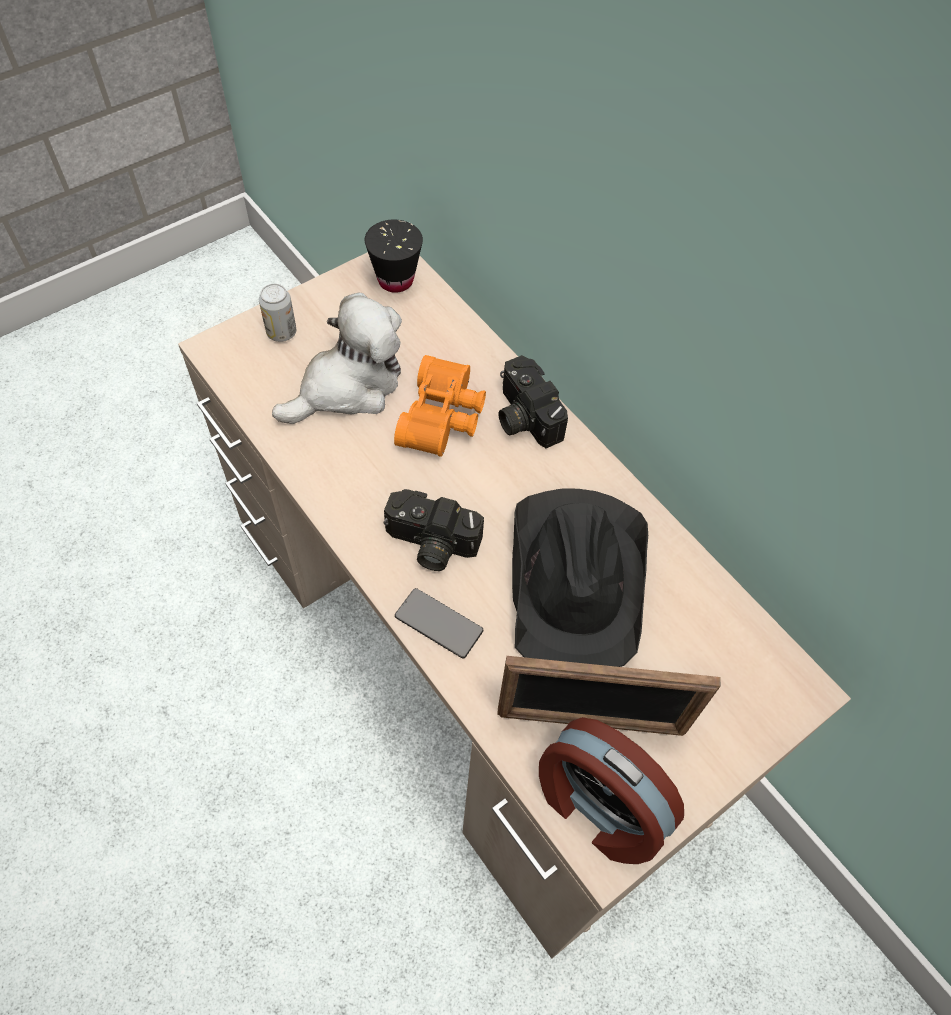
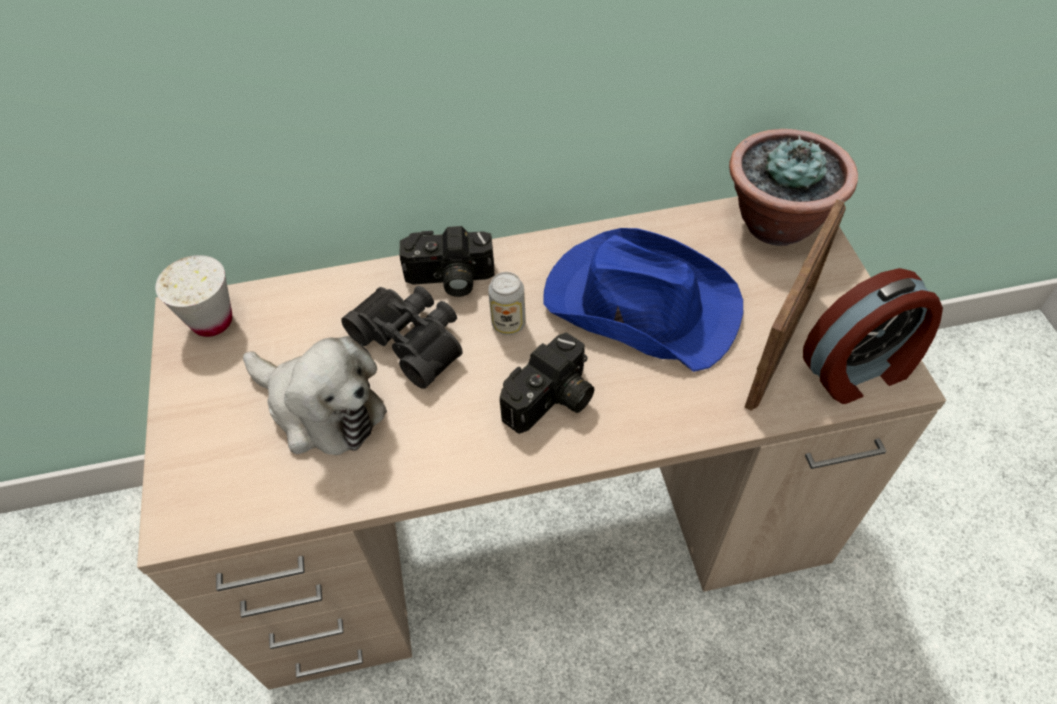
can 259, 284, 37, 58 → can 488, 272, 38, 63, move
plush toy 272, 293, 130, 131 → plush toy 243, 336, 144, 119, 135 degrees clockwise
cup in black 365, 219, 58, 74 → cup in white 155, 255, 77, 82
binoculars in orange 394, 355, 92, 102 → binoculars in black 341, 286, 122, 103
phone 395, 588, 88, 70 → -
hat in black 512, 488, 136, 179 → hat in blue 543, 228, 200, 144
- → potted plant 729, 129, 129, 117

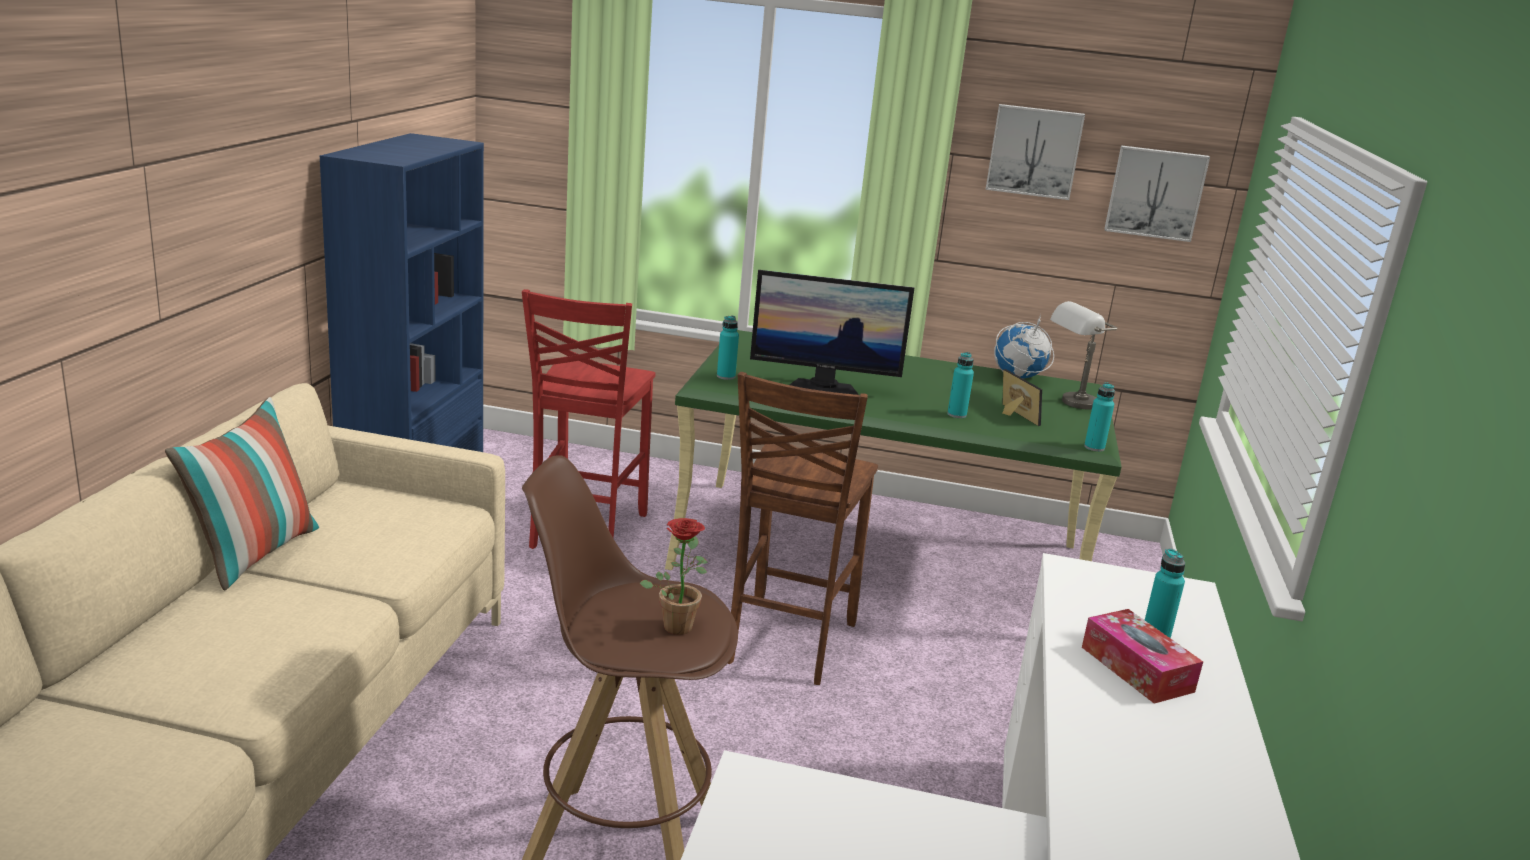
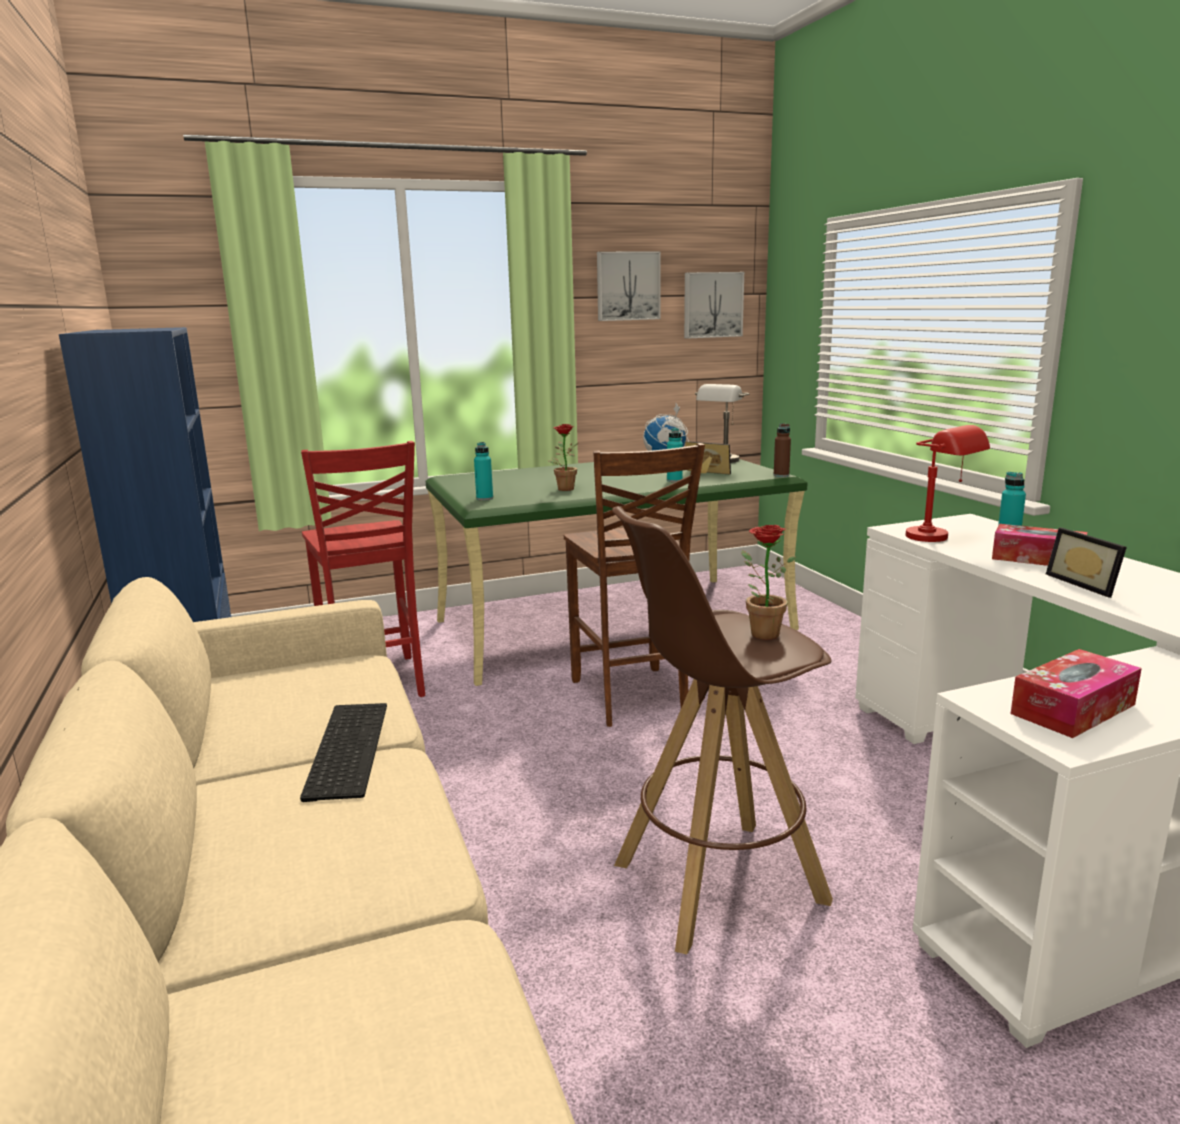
pillow 165, 397, 154, 194 → -
monitor 750, 270, 164, 125 → potted plant 548, 424, 31, 67
bottle in turquoise 1084, 382, 31, 70 → bottle in brown 774, 423, 17, 54
- → keyboard 300, 703, 87, 99
- → table lamp in red 906, 425, 84, 117
- → tissue box 1011, 649, 131, 89
- → picture frame 1046, 527, 81, 71

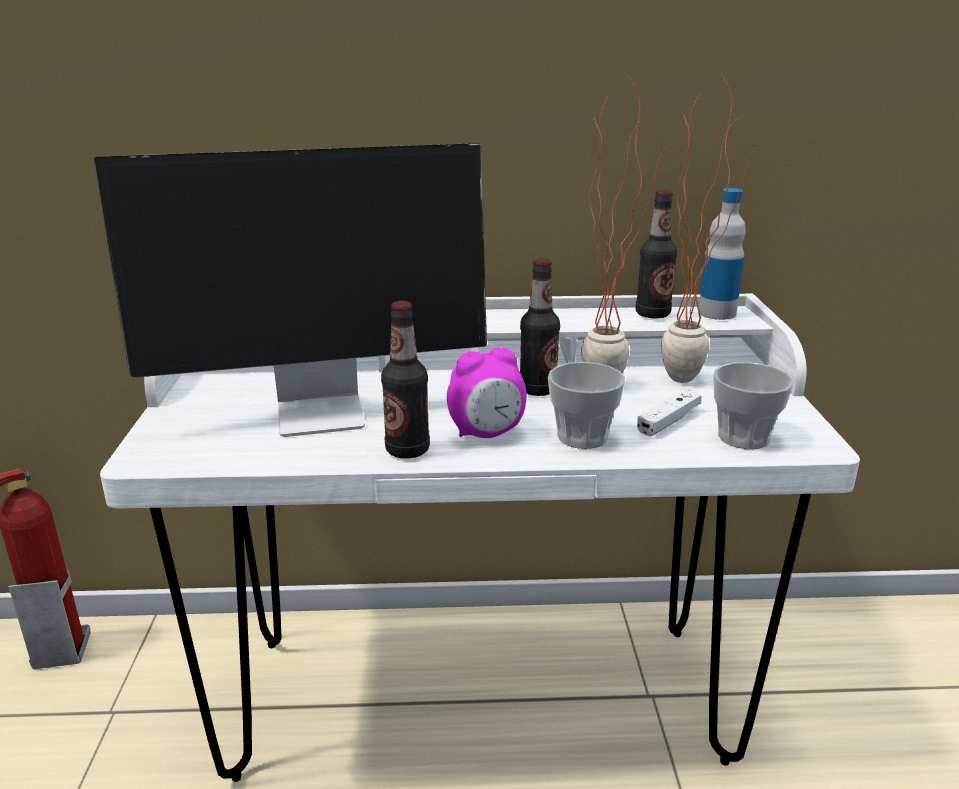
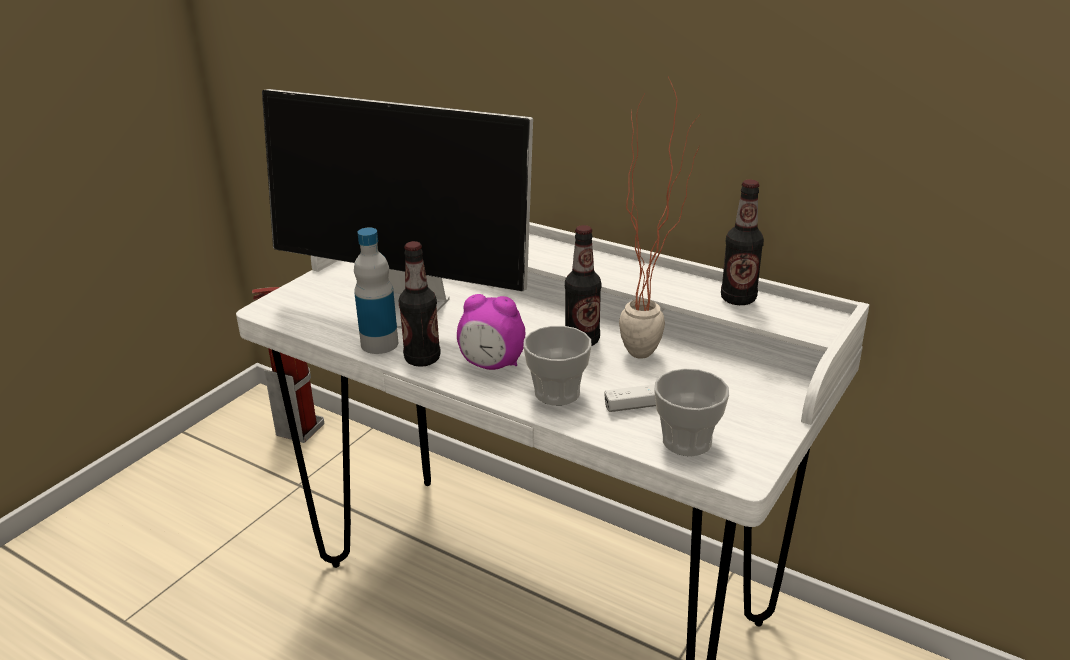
potted plant 661, 75, 98, 308 → -
bottle 699, 188, 47, 132 → bottle 354, 227, 44, 127, move

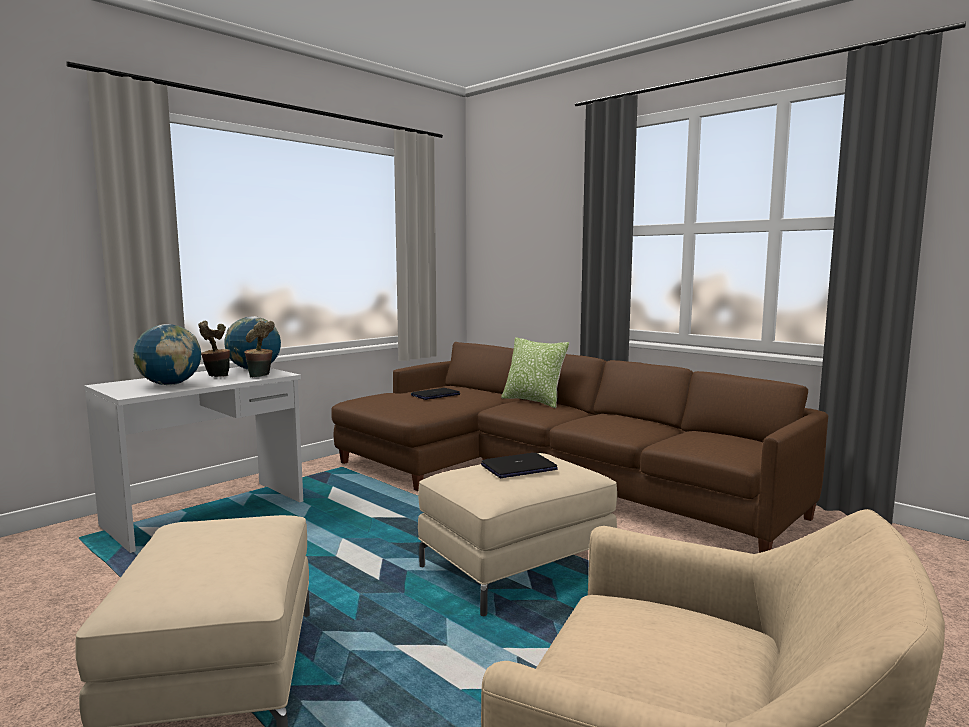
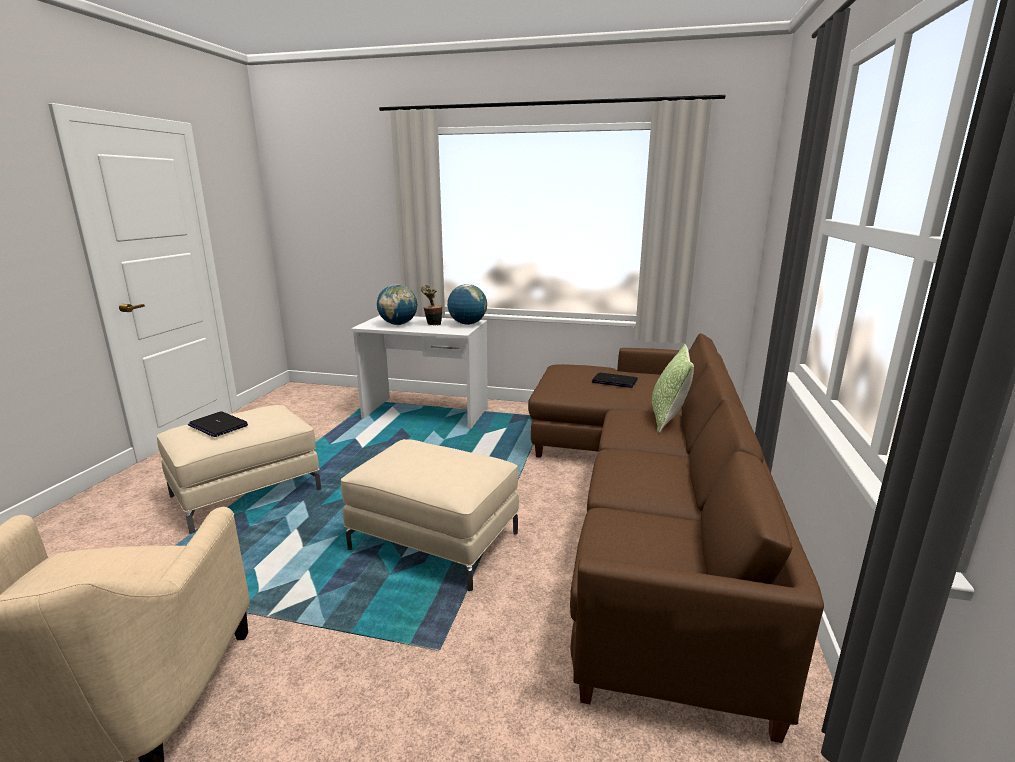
potted plant 244, 321, 31, 56 → -
laptop 481, 453, 77, 25 → laptop 188, 411, 60, 26, move

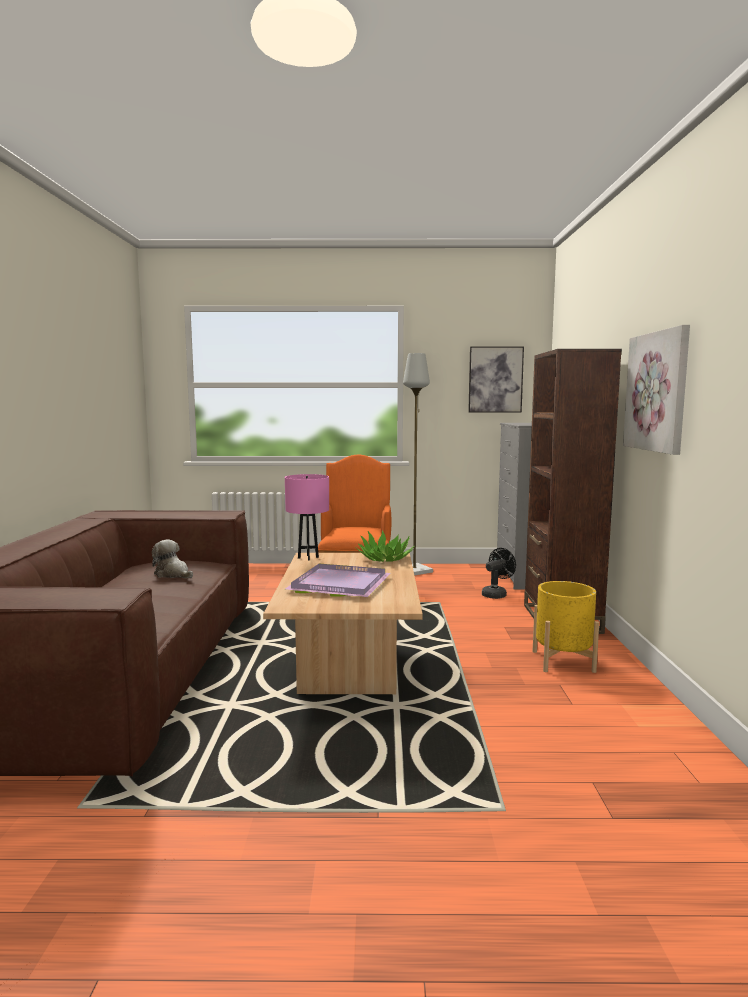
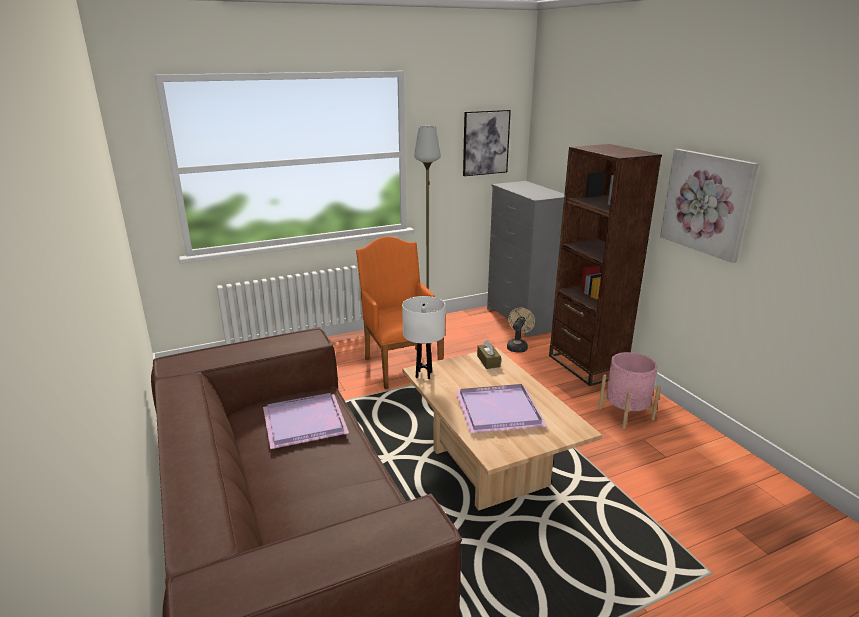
plush toy 152, 539, 41, 39 → tray in purple 263, 393, 86, 56
table lamp in pink 285, 474, 44, 87 → table lamp in white 402, 296, 43, 83
potted plant 355, 530, 60, 32 → tissue box in brown 477, 340, 24, 29
fan in black 482, 548, 34, 51 → fan in beige 507, 307, 28, 46
planter in yellow 533, 581, 66, 92 → planter in pink 598, 352, 63, 77

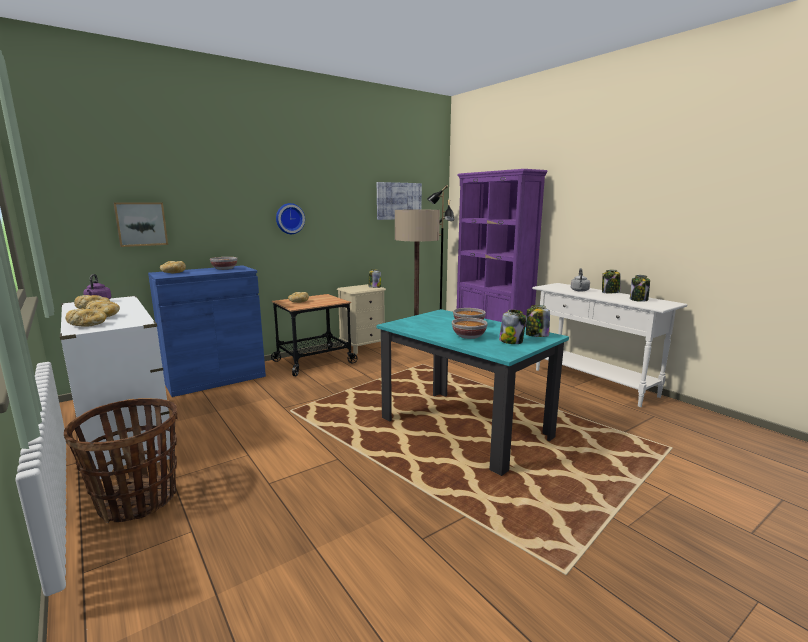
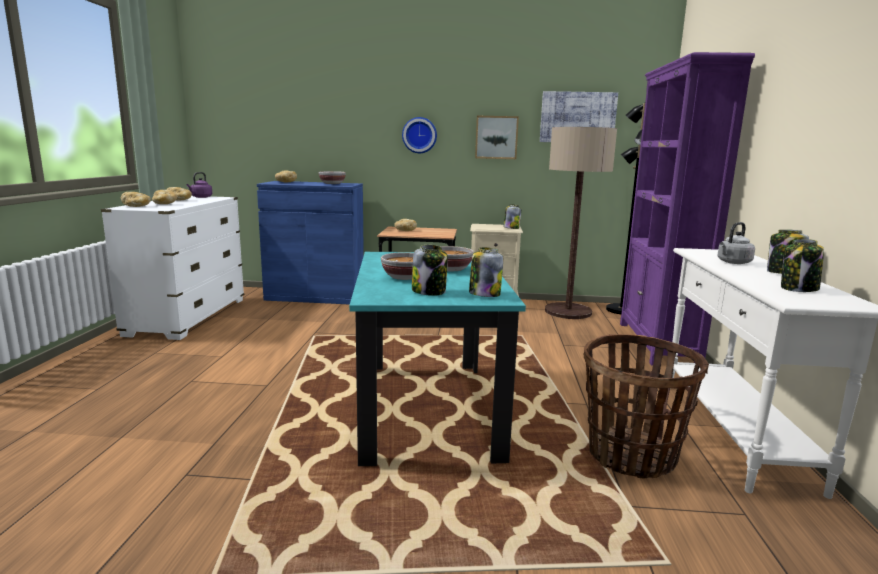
basket 64, 398, 114, 125 → basket 584, 334, 125, 145, move
picture 113, 203, 55, 44 → picture 475, 116, 44, 43, move

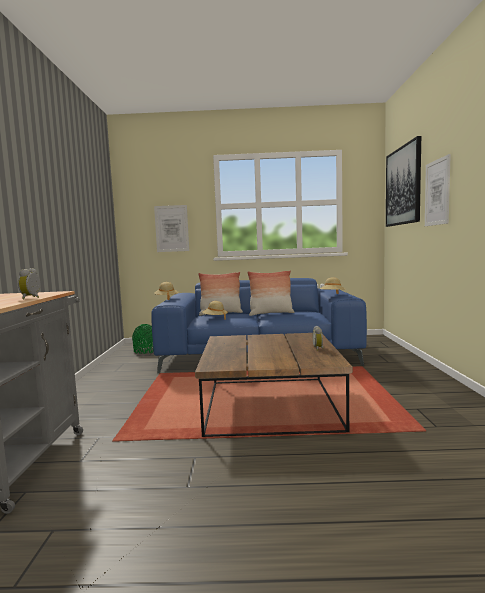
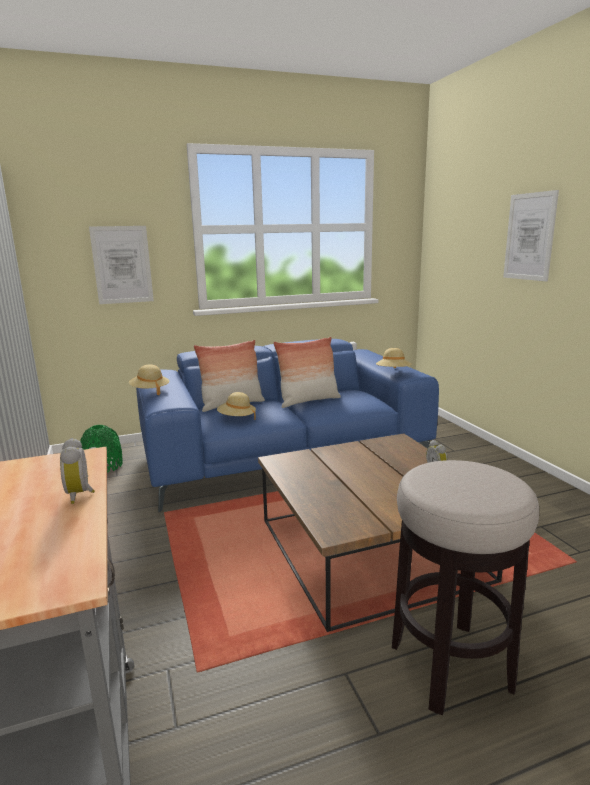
picture 386, 136, 35, 91 → -
- → stool 392, 460, 147, 255

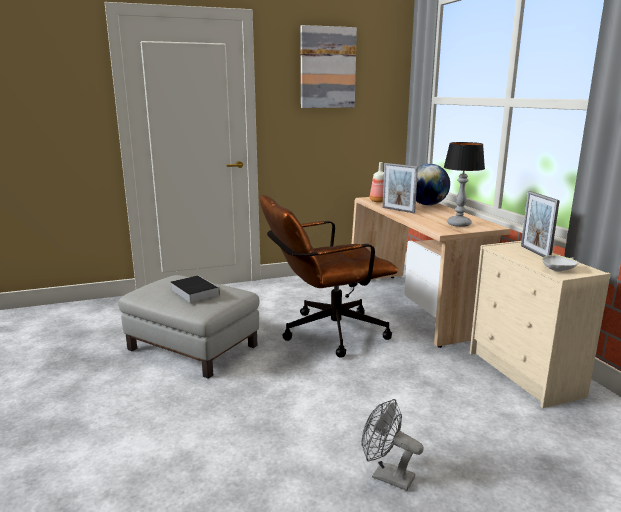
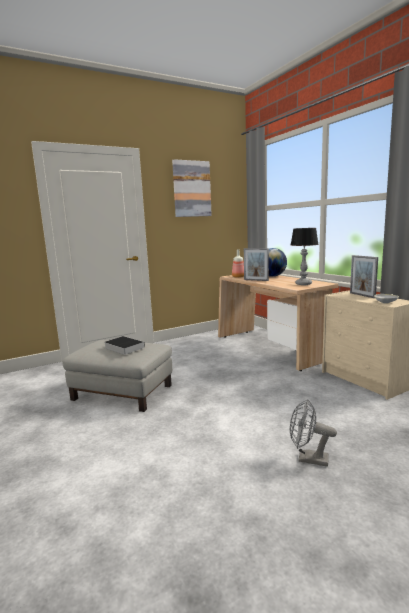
office chair in brown 260, 195, 138, 163 → -

